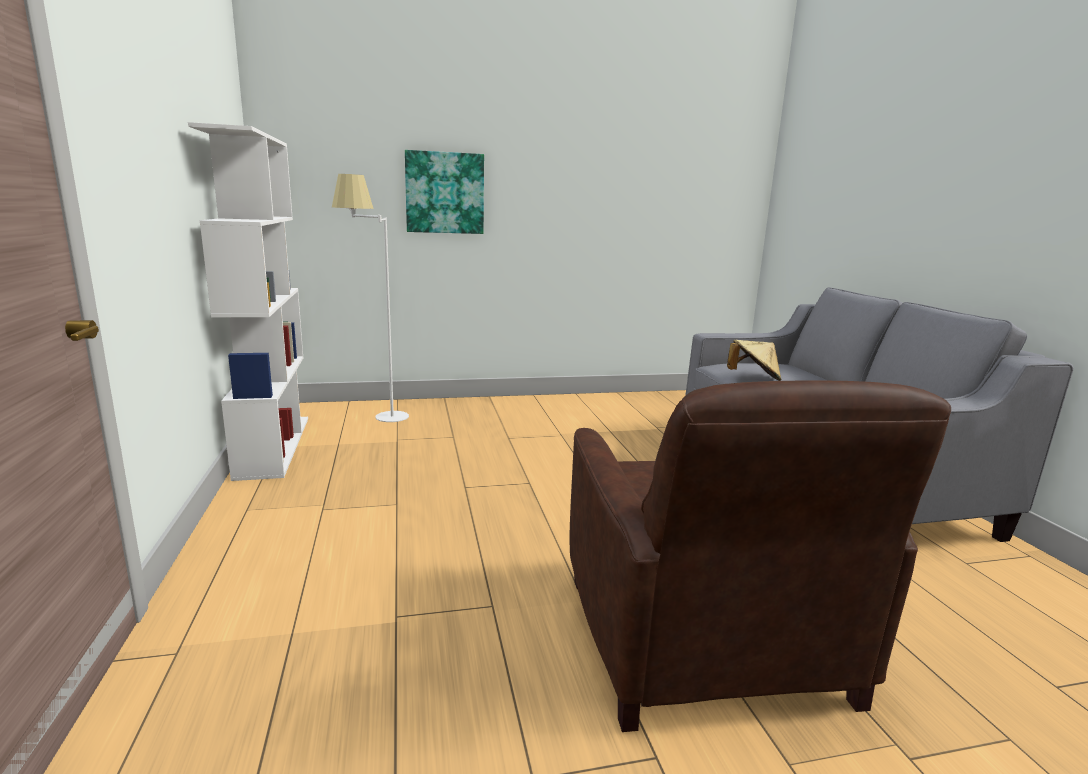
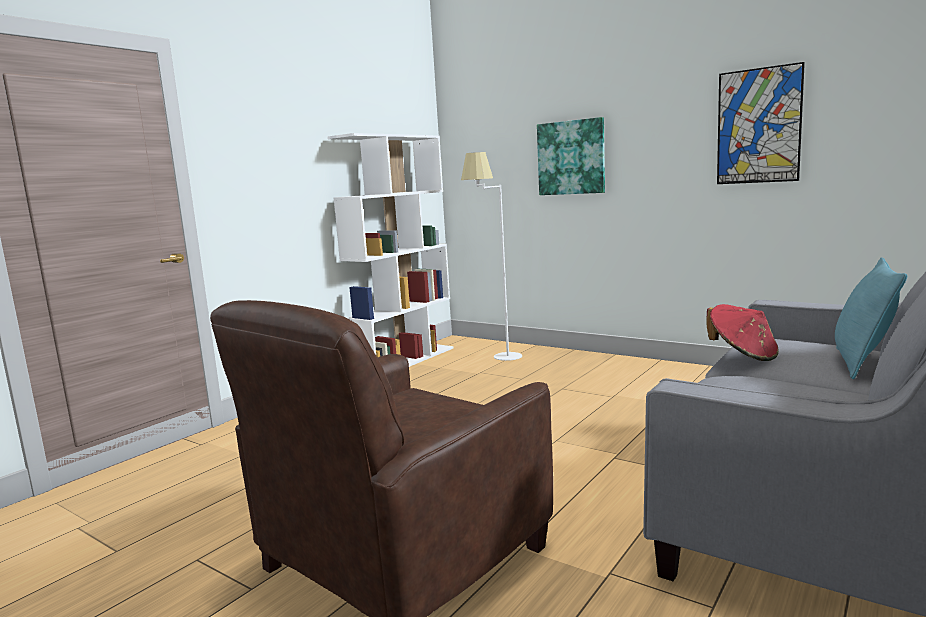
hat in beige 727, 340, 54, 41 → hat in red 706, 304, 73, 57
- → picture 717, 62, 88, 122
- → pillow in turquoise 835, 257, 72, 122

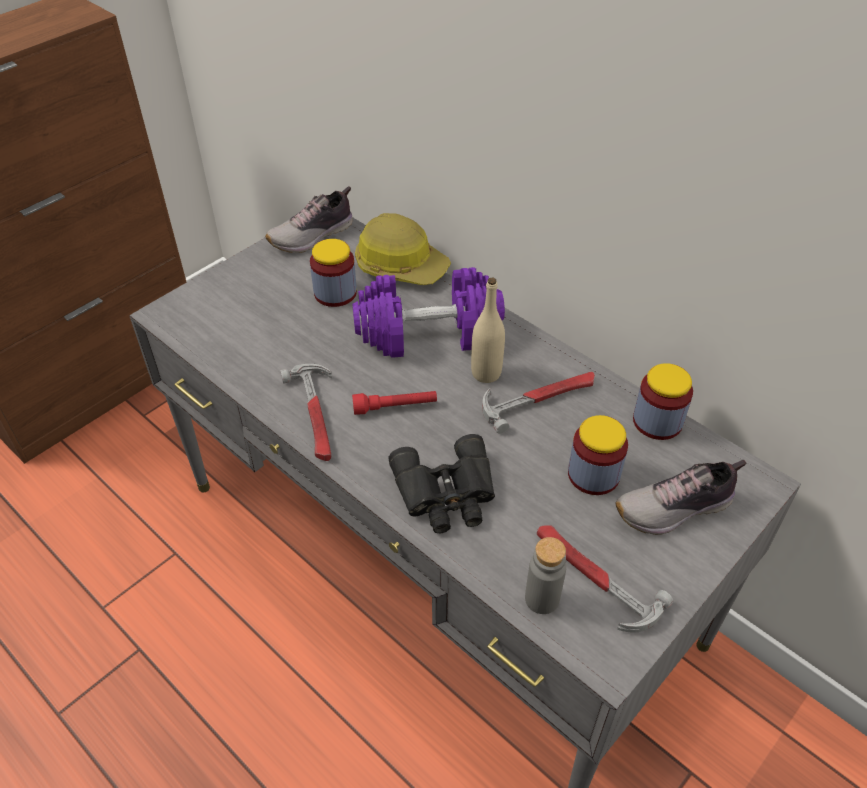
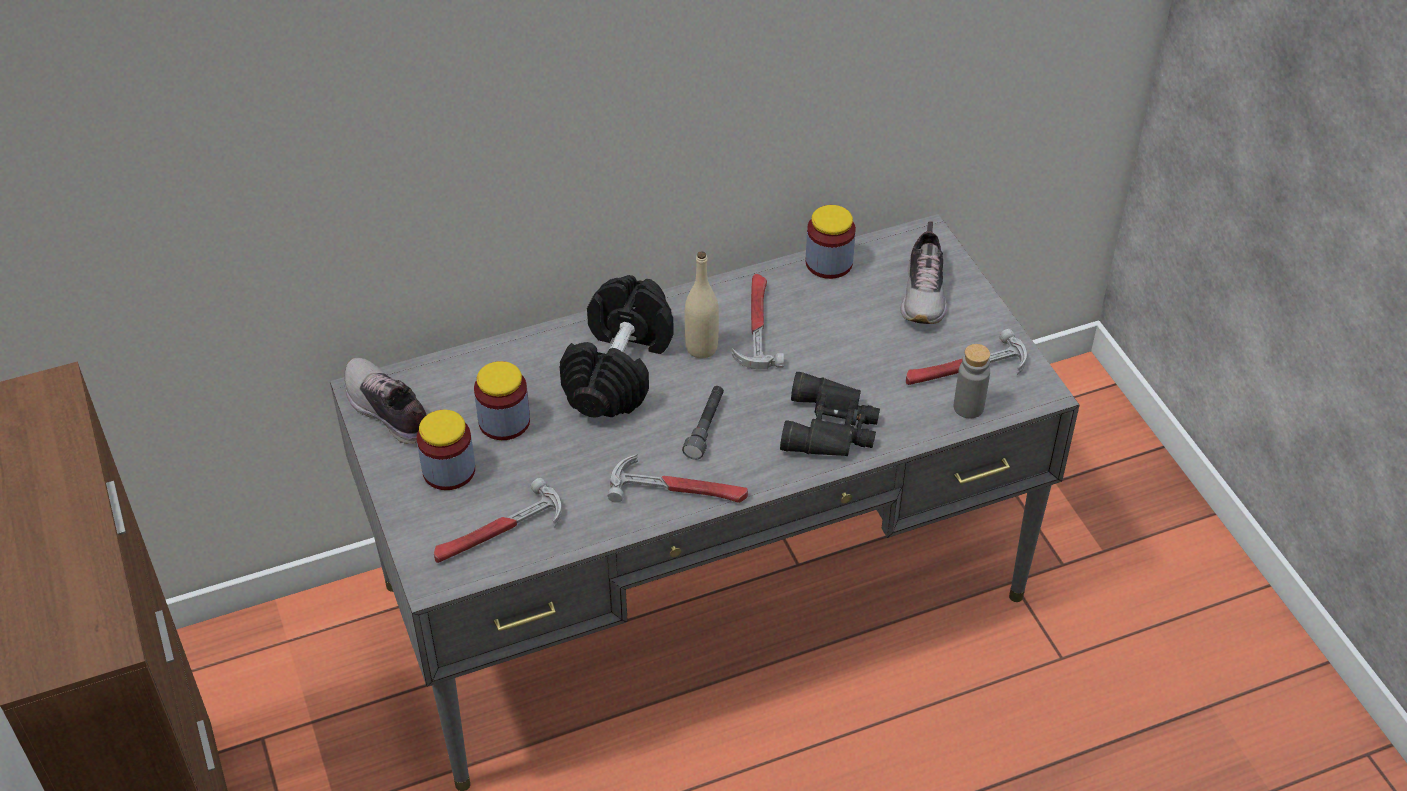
shoe 265, 186, 88, 67 → shoe 344, 358, 82, 86, 150 degrees clockwise
dumbbell in purple 352, 267, 153, 91 → dumbbell in black 560, 275, 114, 143
flashlight in red 352, 391, 85, 24 → flashlight in grey 682, 386, 42, 74
hard hat 355, 213, 96, 72 → -
jar 568, 415, 60, 80 → jar 416, 410, 59, 80, move
- → hammer 434, 478, 128, 85

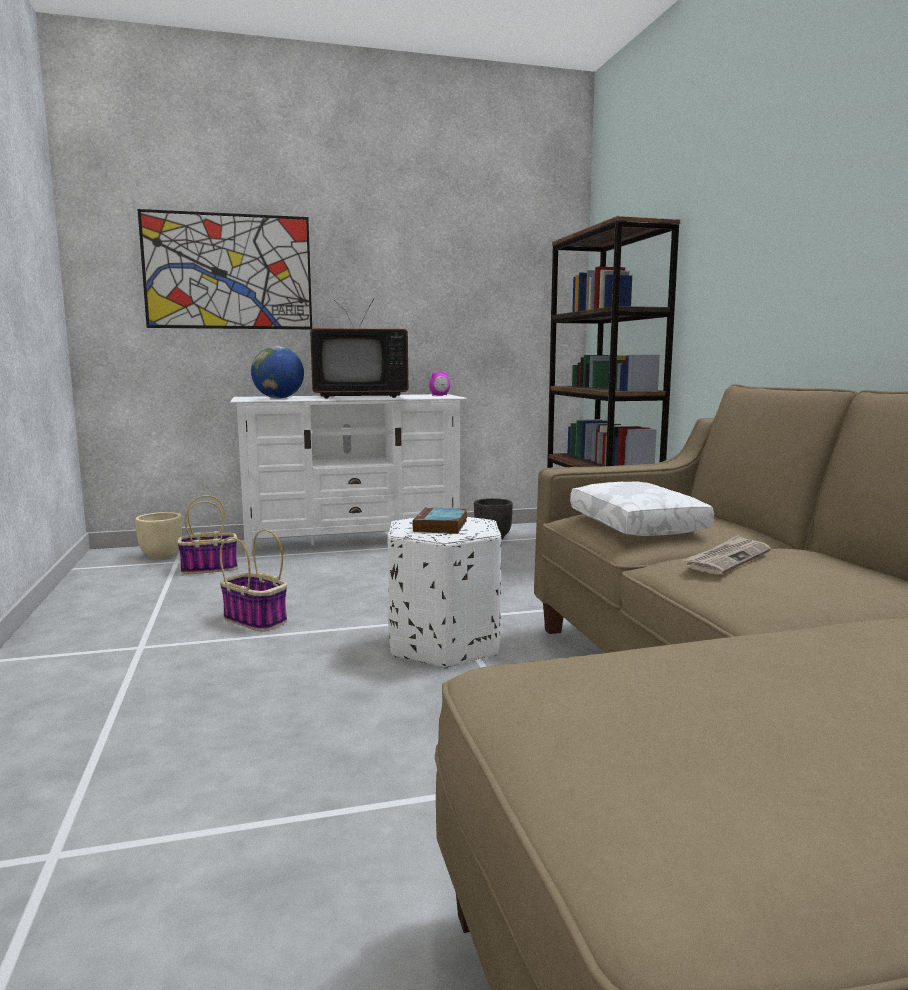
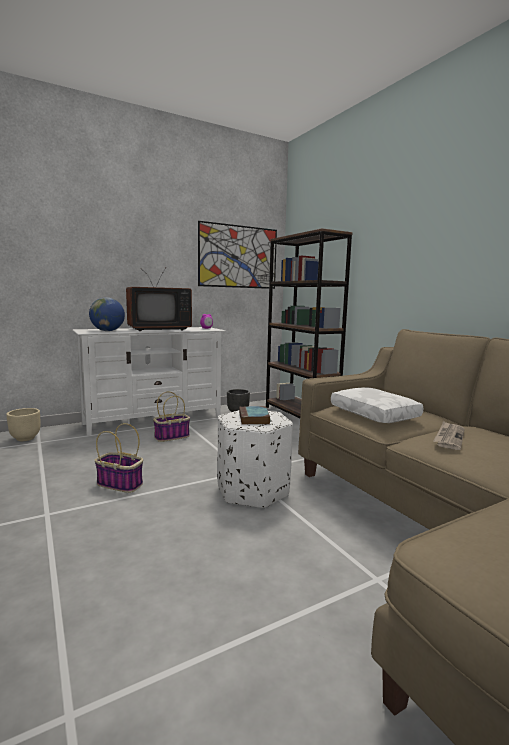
picture 138, 209, 174, 120 → picture 198, 221, 79, 68, move
basket 177, 495, 61, 79 → basket 153, 392, 37, 50, move

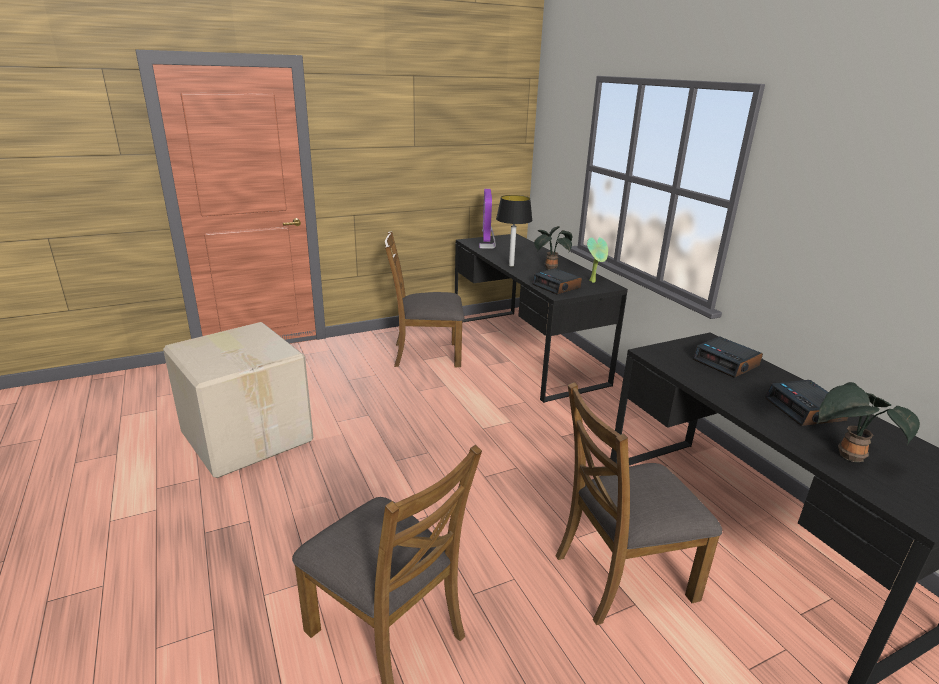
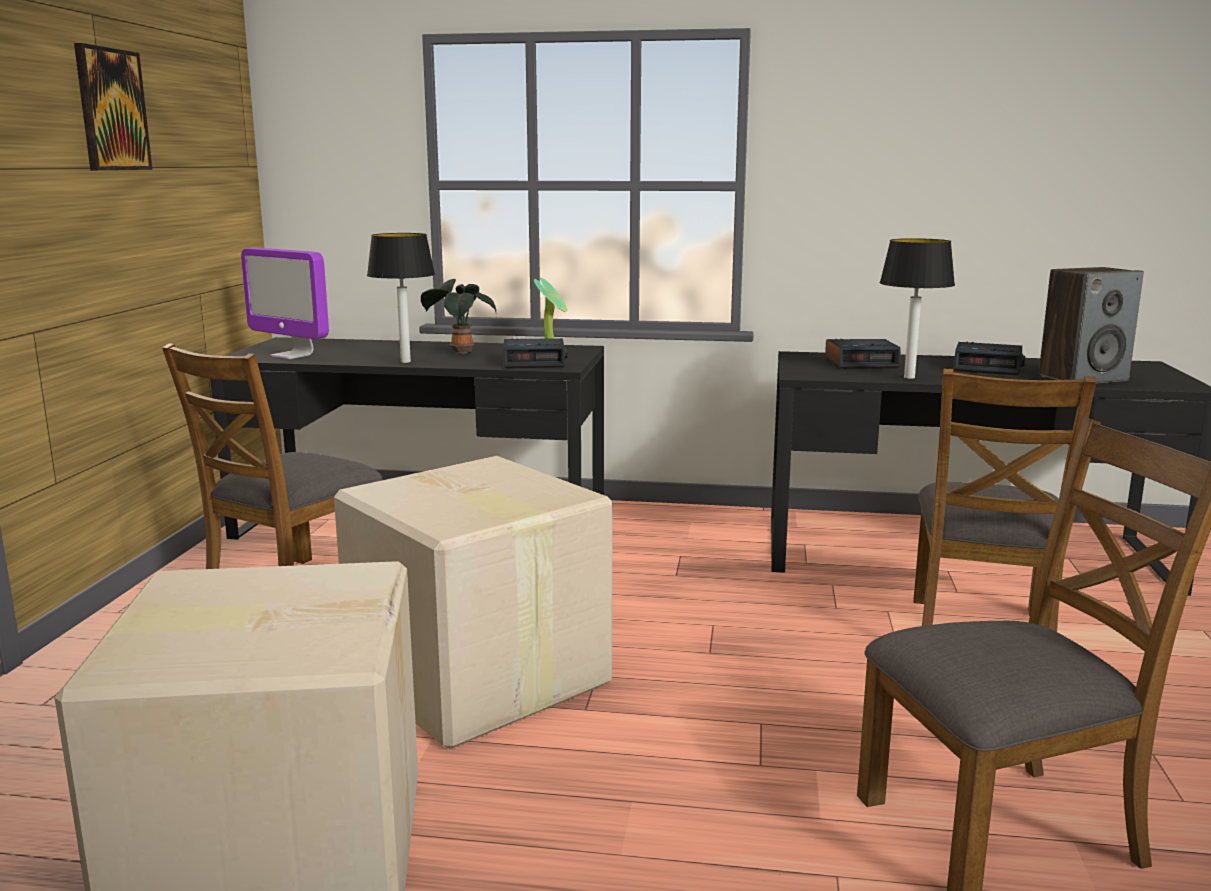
potted plant 817, 382, 103, 80 → speaker 1039, 267, 105, 117
- → picture 74, 43, 79, 127
- → cardboard box 334, 456, 278, 293
- → table lamp 880, 238, 75, 141

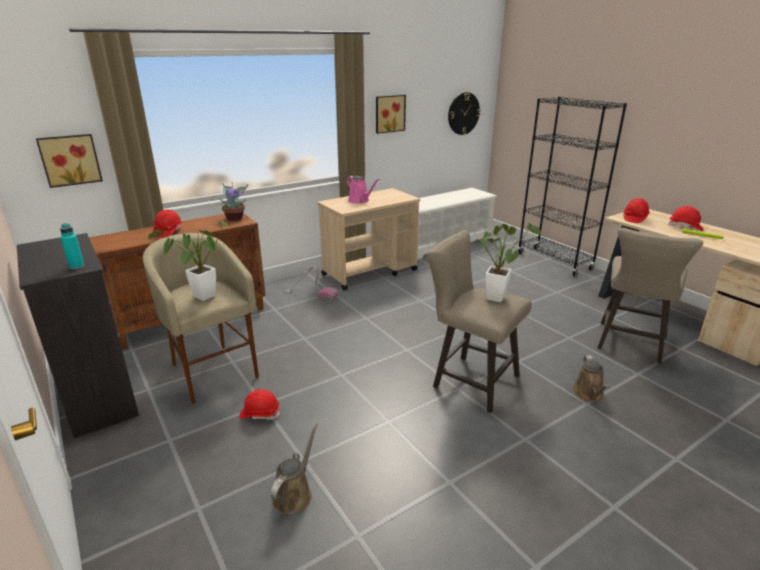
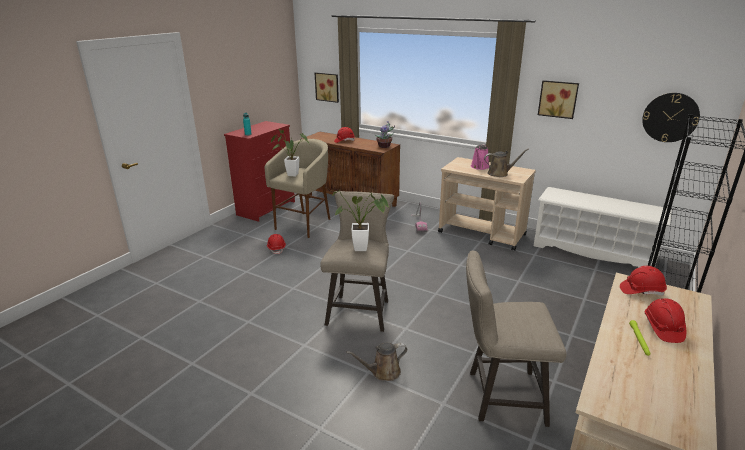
dresser in black 17, 233, 122, 205 → dresser in red 224, 121, 71, 101
watering can in brown 270, 423, 48, 92 → watering can in brown 484, 149, 45, 28, move

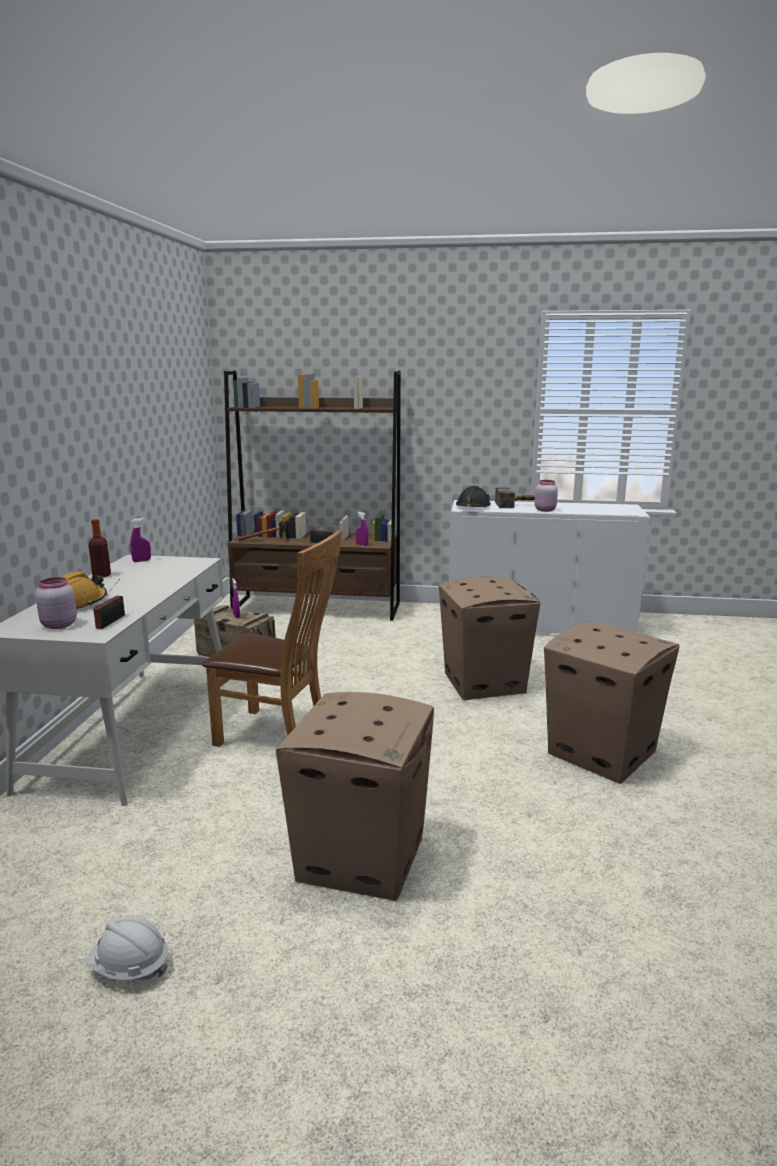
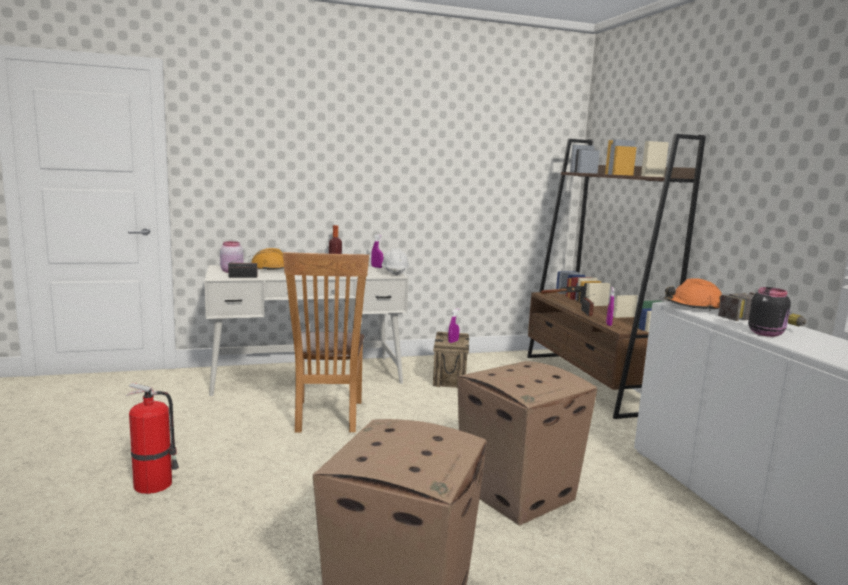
hard hat in white 86, 916, 82, 64 → hard hat in white 381, 248, 28, 28, move
cardboard box 276, 692, 158, 209 → fire extinguisher 126, 383, 53, 111
hard hat in black 456, 486, 35, 21 → hard hat in orange 664, 279, 58, 32
jar in pink 535, 480, 23, 32 → jar in black 748, 287, 43, 50

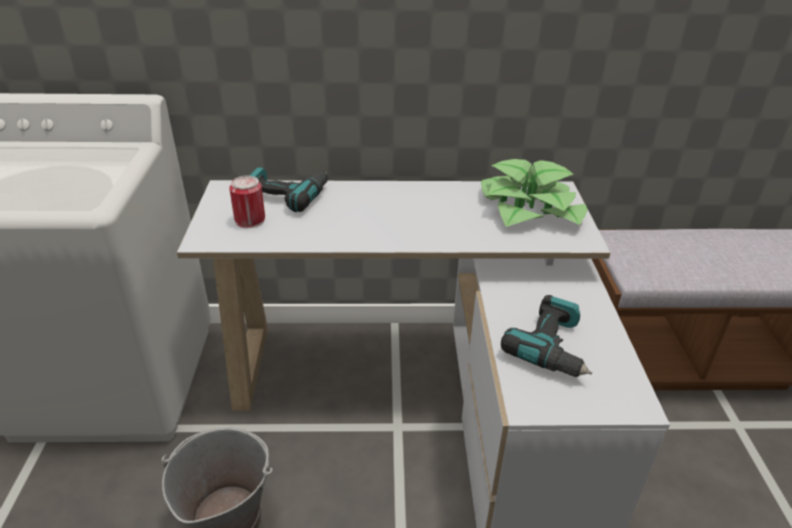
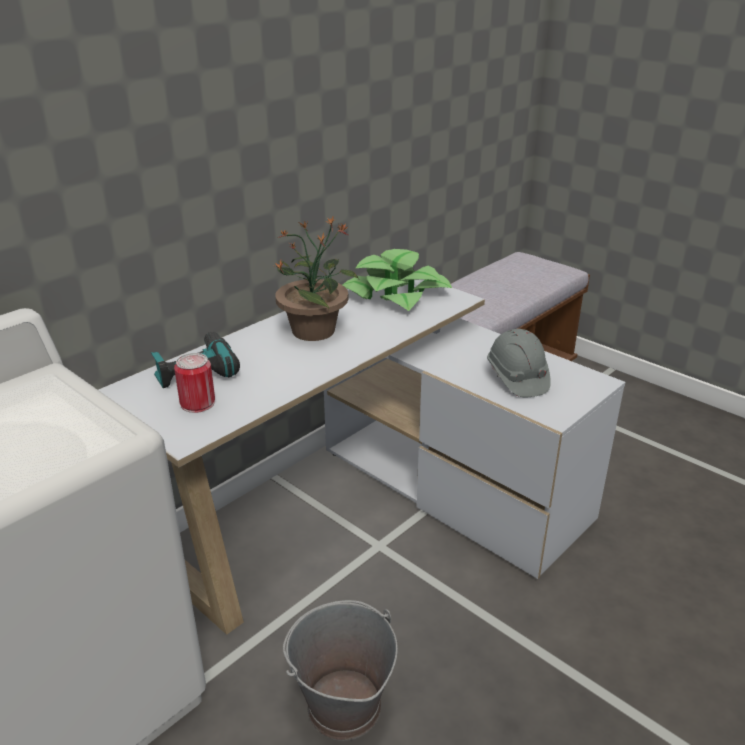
power drill 501, 295, 91, 82 → hard hat in grey 487, 329, 64, 69
- → potted plant 275, 215, 84, 126

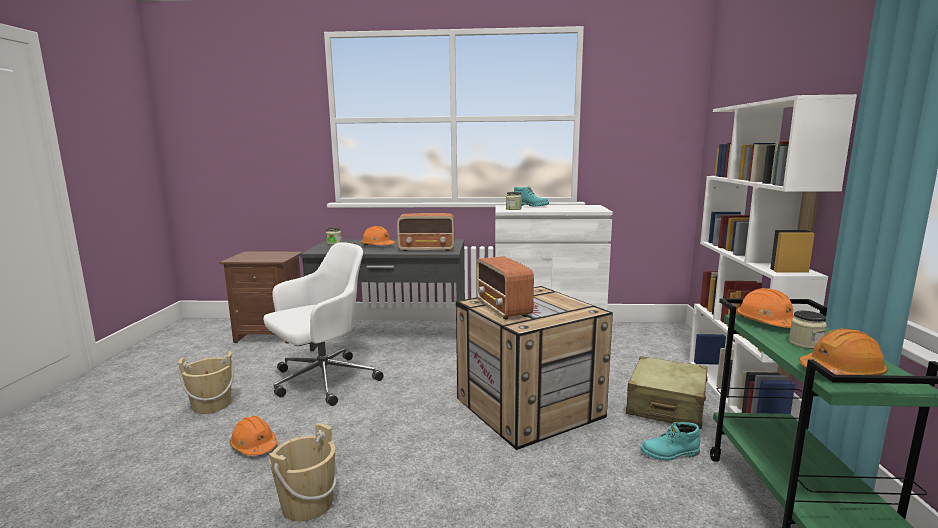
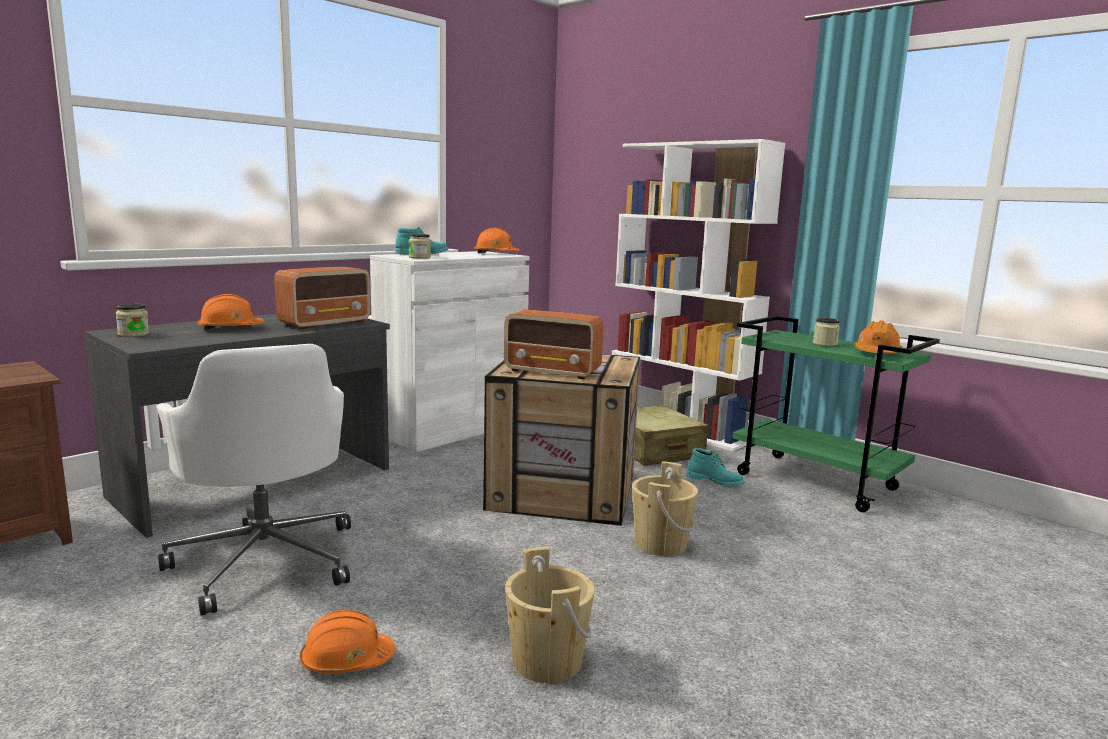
bucket in beige 178, 351, 56, 63 → bucket in beige 632, 461, 66, 95, move
office chair in white 263, 242, 121, 164 → office chair in white 156, 344, 195, 272, 150 degrees clockwise
boot in turquoise 640, 422, 60, 39 → boot in turquoise 687, 448, 58, 38, 90 degrees counterclockwise
hard hat in orange 736, 288, 58, 40 → hard hat in orange 474, 228, 45, 25, move

